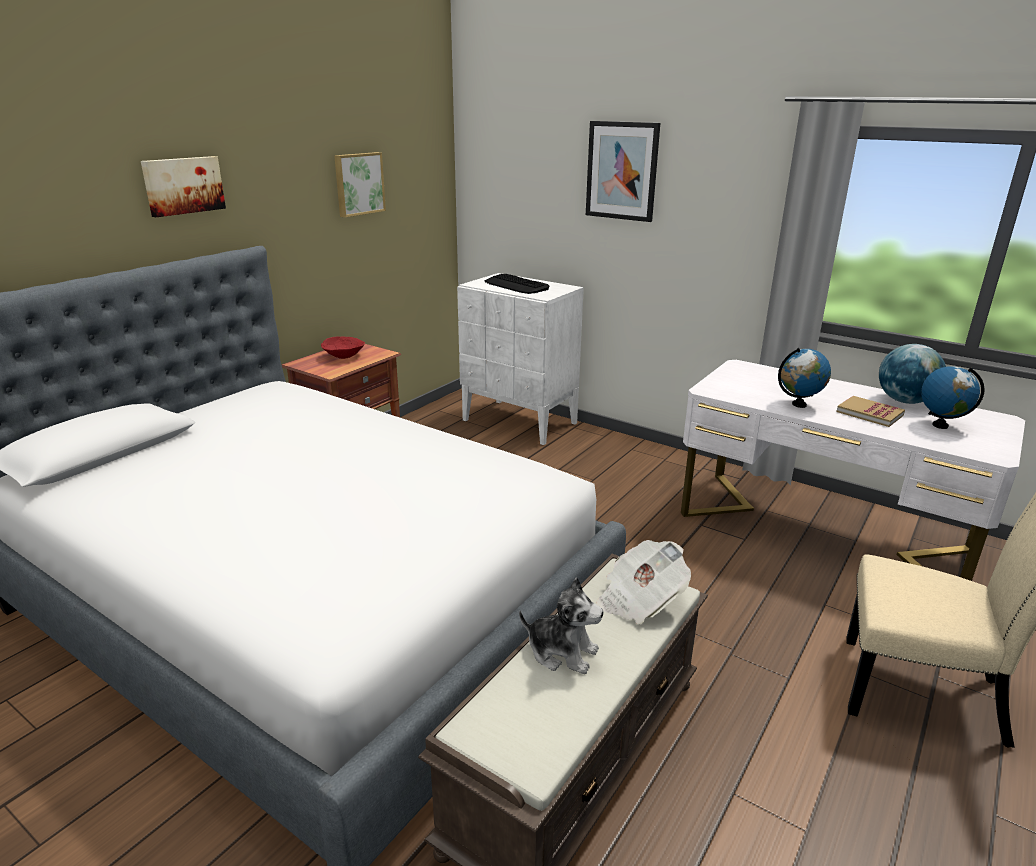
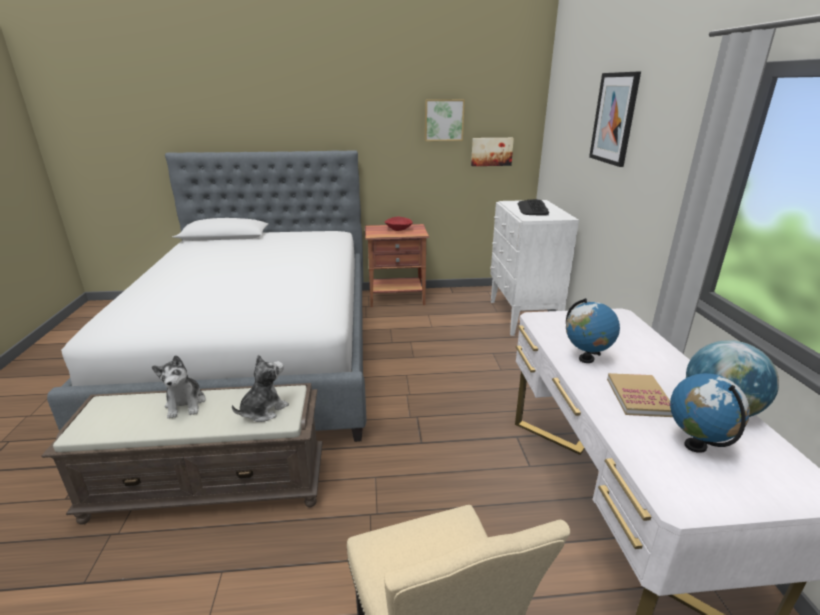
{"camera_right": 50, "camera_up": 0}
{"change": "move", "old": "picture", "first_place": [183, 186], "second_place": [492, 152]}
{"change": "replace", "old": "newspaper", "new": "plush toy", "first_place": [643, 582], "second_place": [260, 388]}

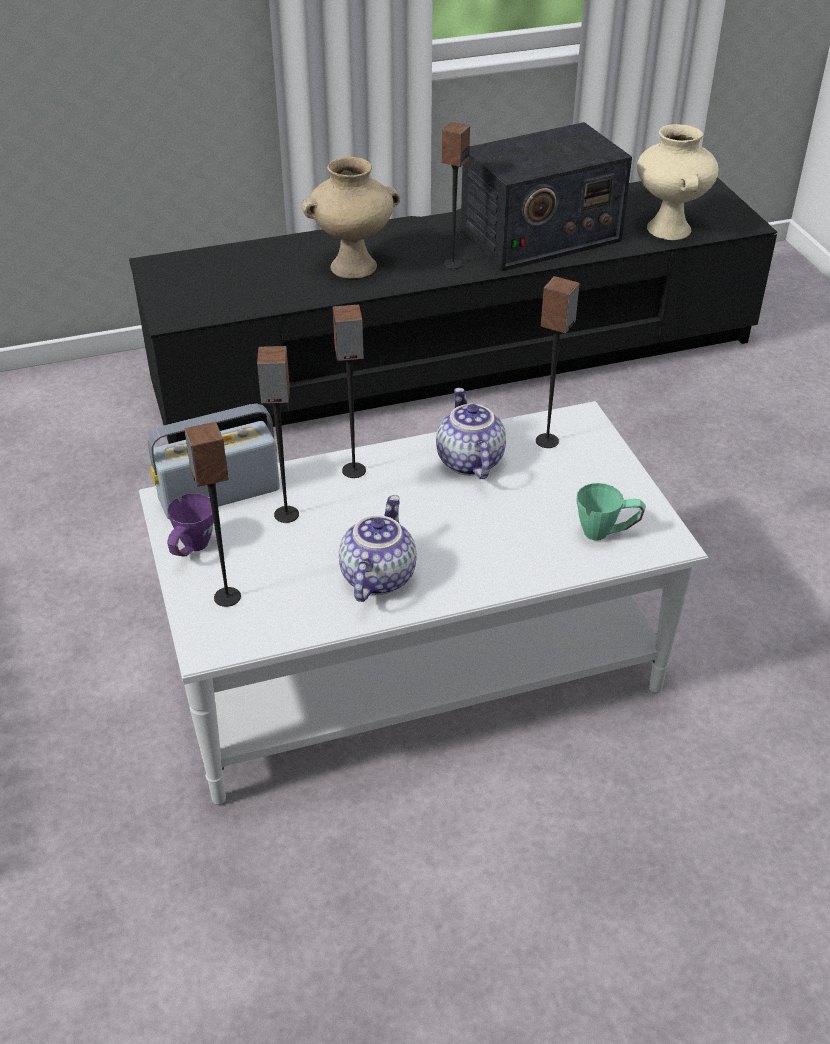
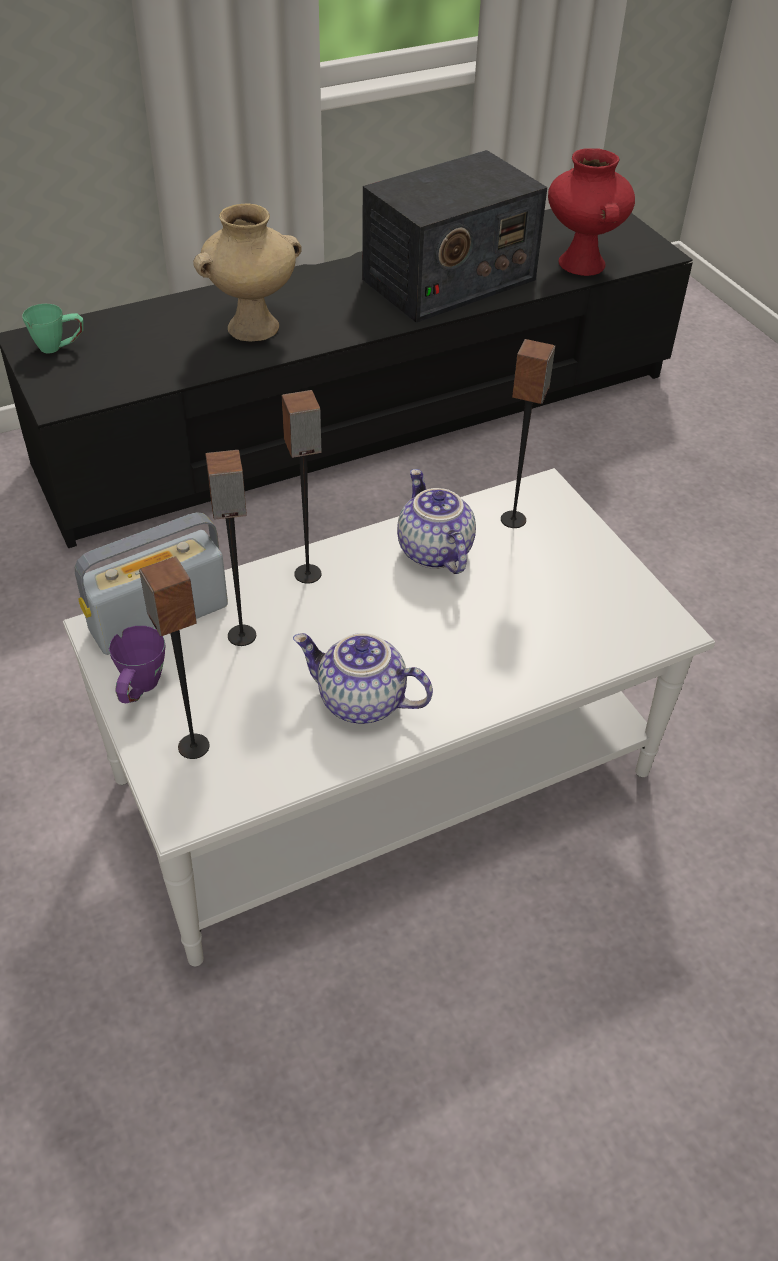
{"camera_right": -10, "camera_up": 5}
{"change": "delete", "old": "speaker", "first_place": [455, 195]}
{"change": "move", "old": "mug (green)", "first_place": [611, 512], "second_place": [52, 329]}
{"change": "recolor", "old": "vase (beige)", "new": "vase (red)", "first_place": [677, 182], "second_place": [591, 212]}
{"change": "rotate", "old": "teapot", "first_place": [378, 548], "second_place": [363, 678], "degrees": -75}

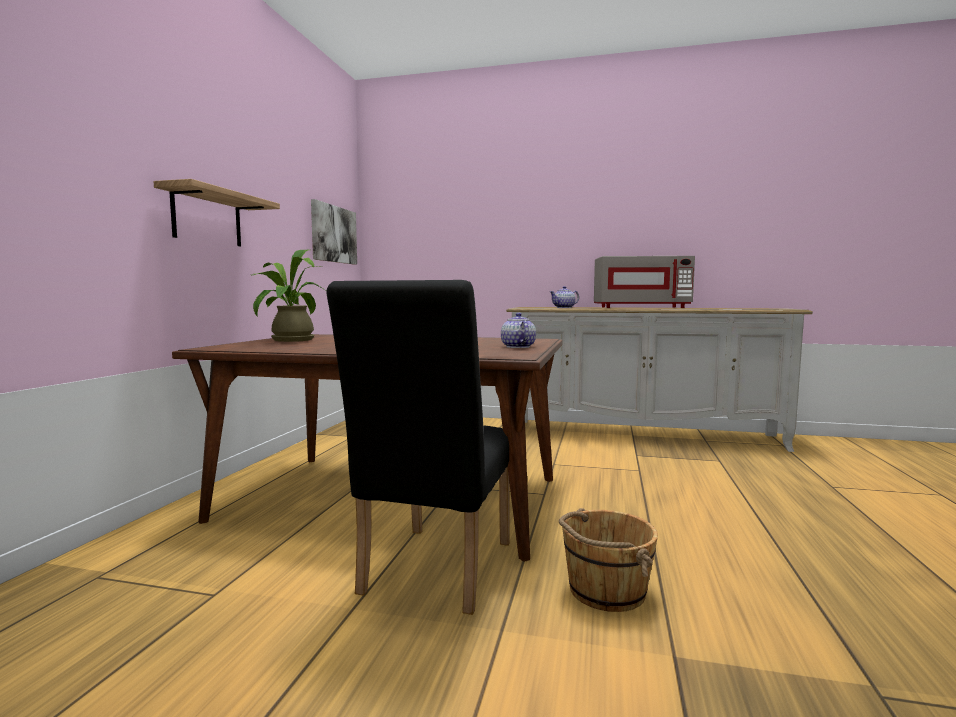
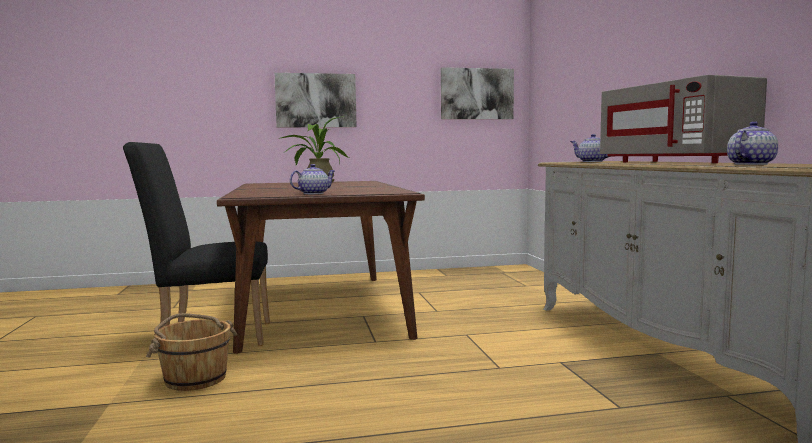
{"camera_right": 65, "camera_up": 0}
{"change": "insert", "new": "teapot", "second_place": [752, 143]}
{"change": "replace", "old": "shelf", "new": "picture", "first_place": [216, 212], "second_place": [315, 100]}

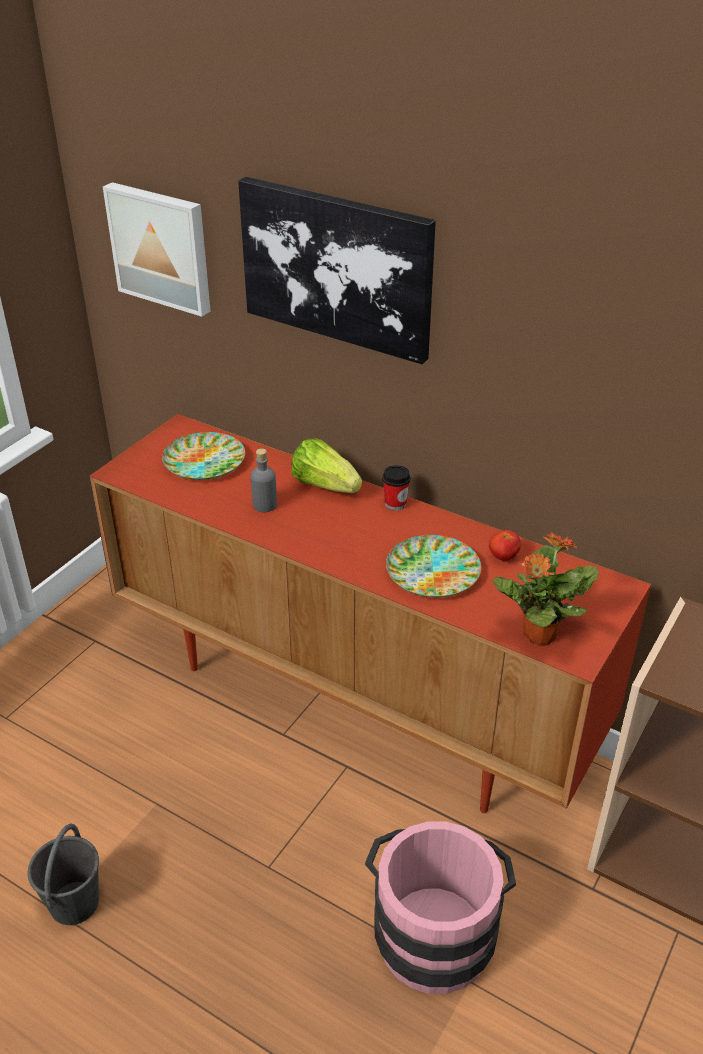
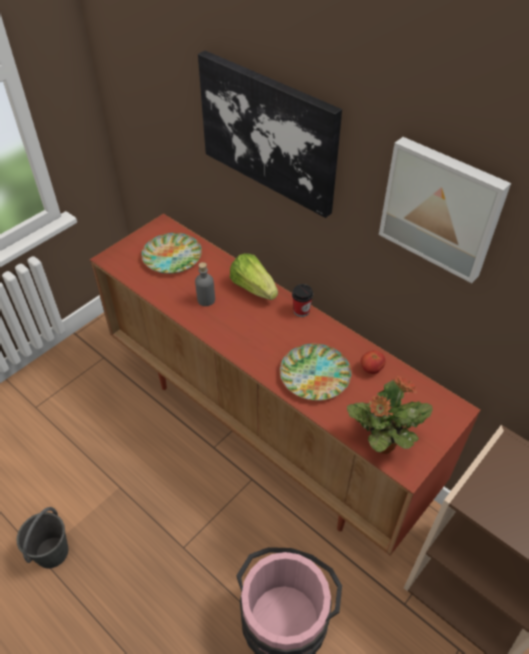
{"camera_right": 10, "camera_up": 10}
{"change": "move", "old": "picture", "first_place": [156, 249], "second_place": [445, 210]}

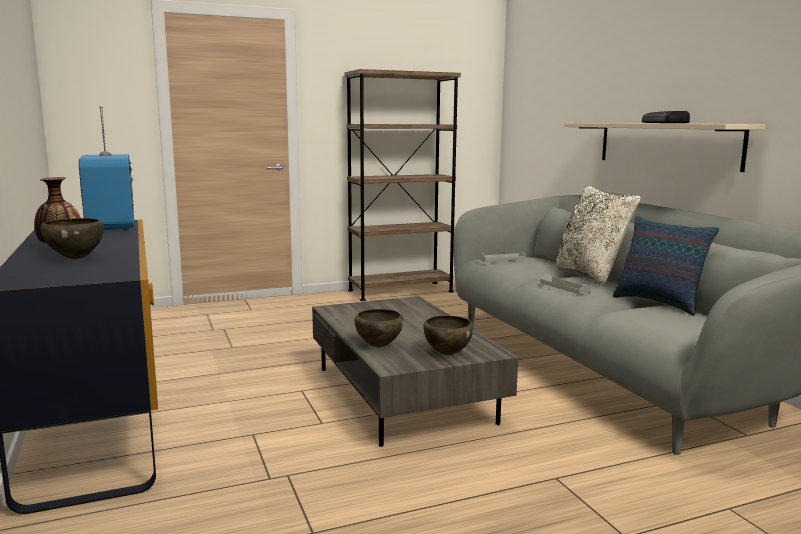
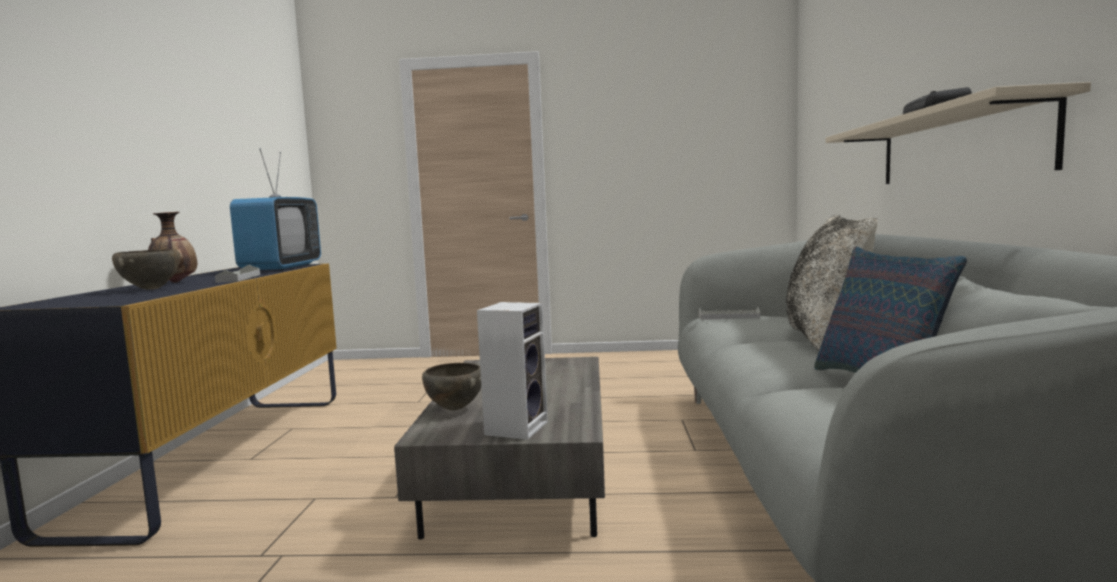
{"camera_right": 25, "camera_up": -5}
{"change": "delete", "old": "bookcase (brown)", "first_place": [402, 185]}
{"change": "move", "old": "tray (grey)", "first_place": [565, 284], "second_place": [237, 274]}
{"change": "replace", "old": "bowl (brown)", "new": "speaker", "first_place": [448, 335], "second_place": [512, 371]}

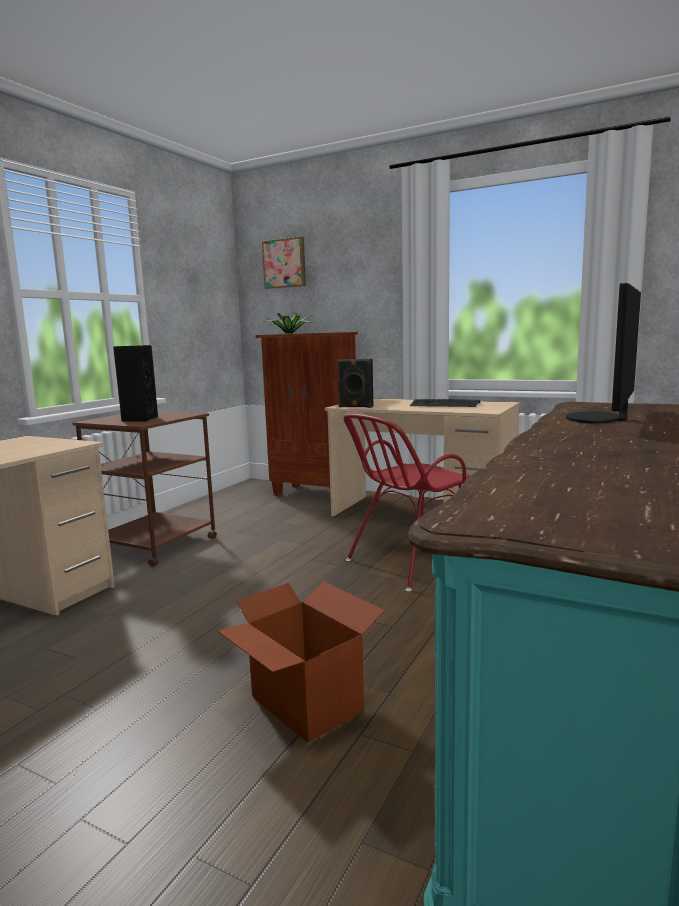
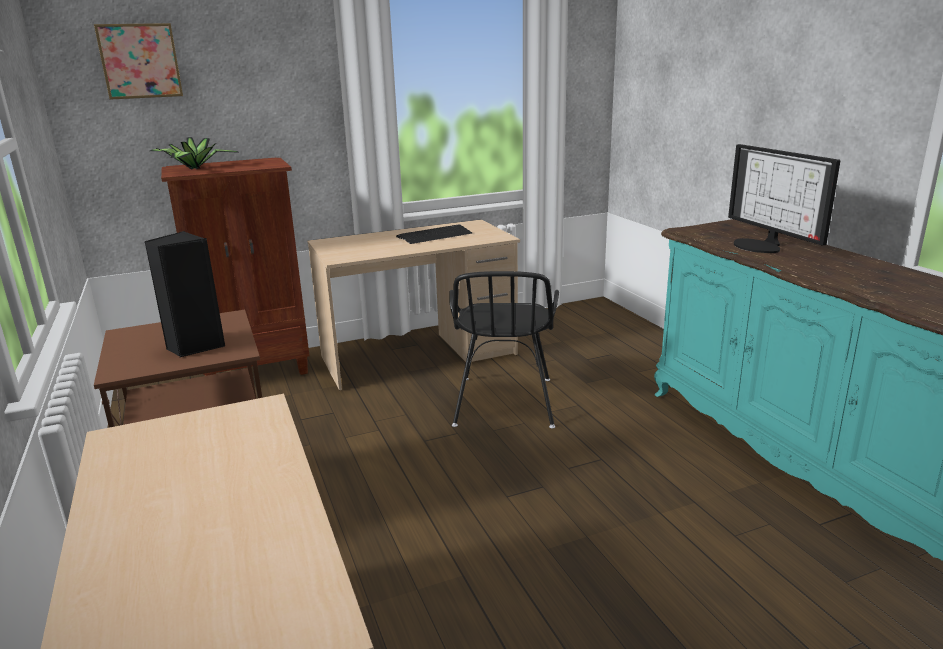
{"camera_right": -50, "camera_up": 10}
{"change": "delete", "old": "cardboard box", "first_place": [301, 662]}
{"change": "delete", "old": "speaker (black)", "first_place": [355, 383]}
{"change": "recolor", "old": "chair (red)", "new": "chair (black)", "first_place": [406, 503], "second_place": [504, 350]}

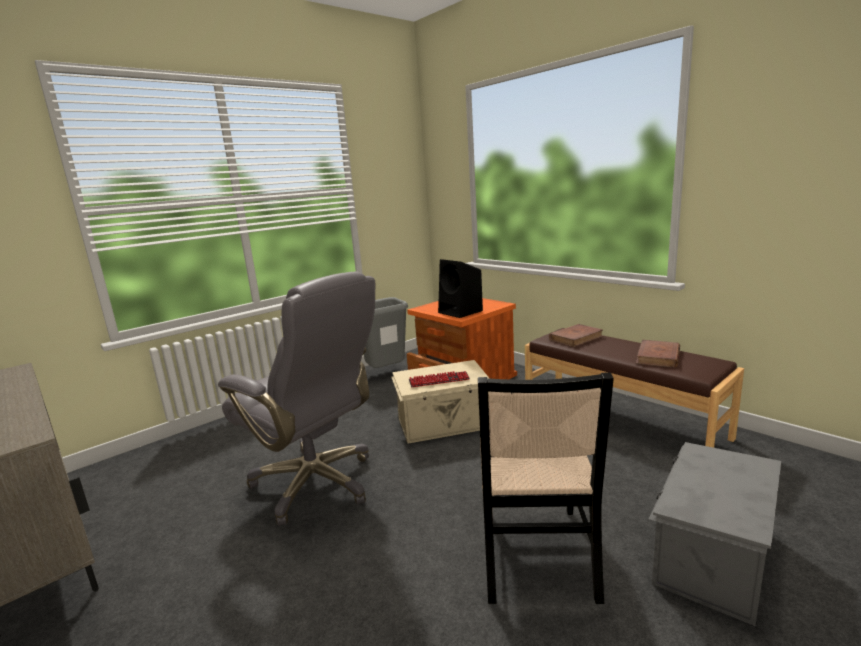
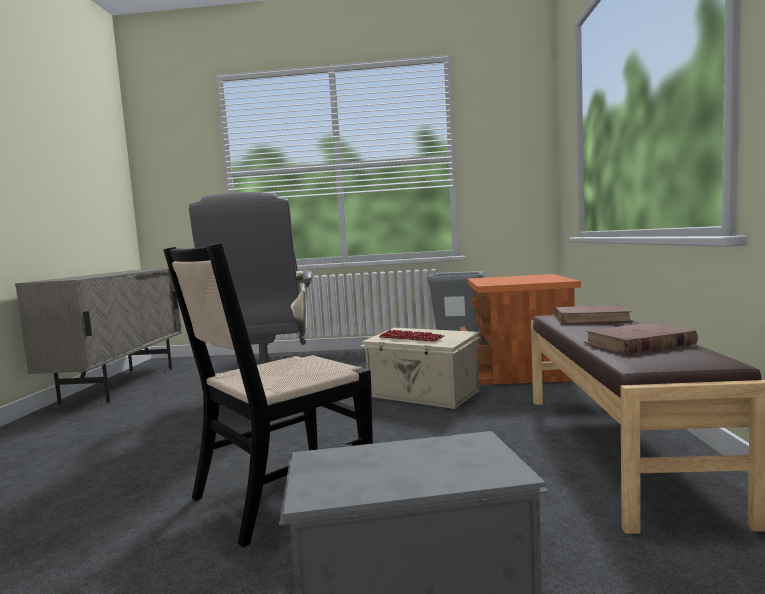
{"camera_right": 45, "camera_up": -10}
{"change": "delete", "old": "speaker (black)", "first_place": [460, 288]}

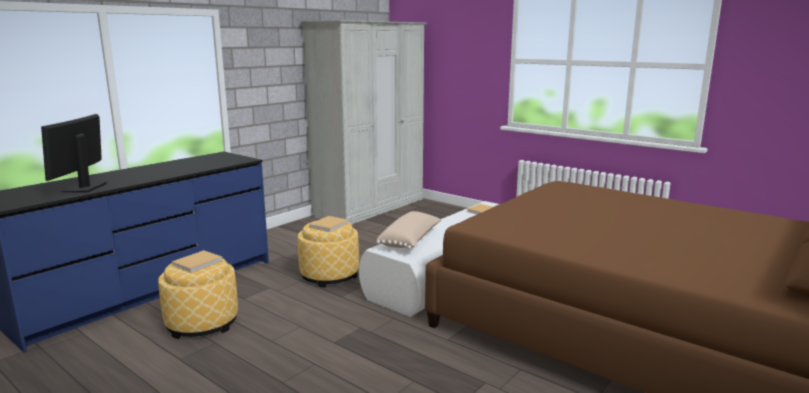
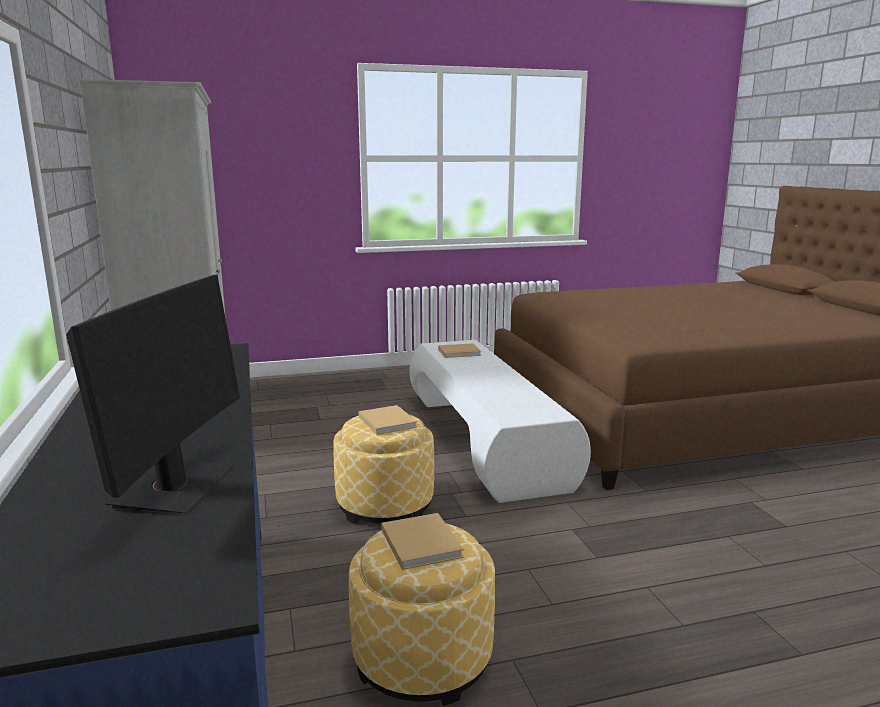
{"camera_right": -55, "camera_up": 0}
{"change": "delete", "old": "pillow (beige)", "first_place": [408, 230]}
{"change": "rotate", "old": "monitor", "first_place": [74, 153], "second_place": [153, 394], "degrees": -120}

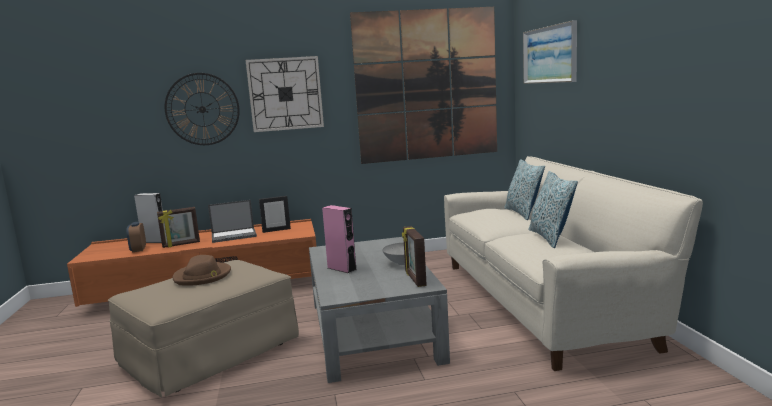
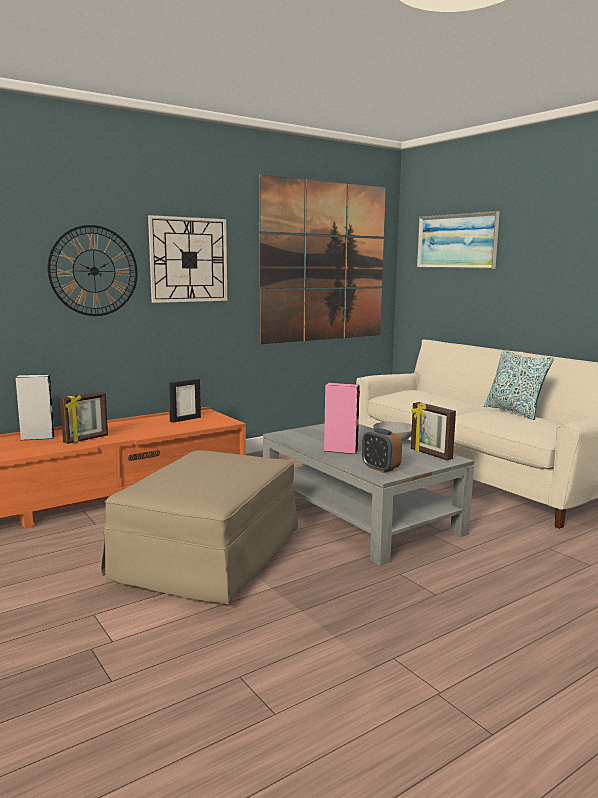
{"camera_right": -25, "camera_up": 0}
{"change": "delete", "old": "hat (brown)", "first_place": [202, 270]}
{"change": "delete", "old": "laptop", "first_place": [232, 221]}
{"change": "delete", "old": "pillow", "first_place": [524, 189]}
{"change": "move", "old": "alarm clock", "first_place": [136, 237], "second_place": [382, 450]}

